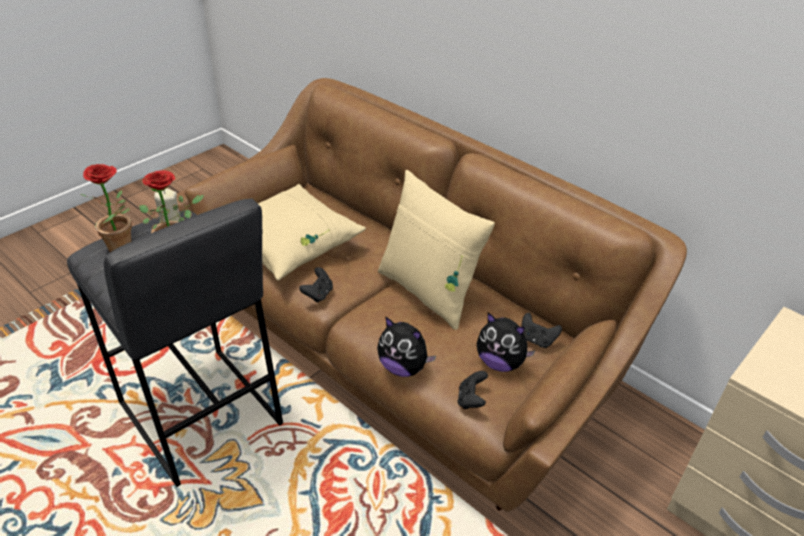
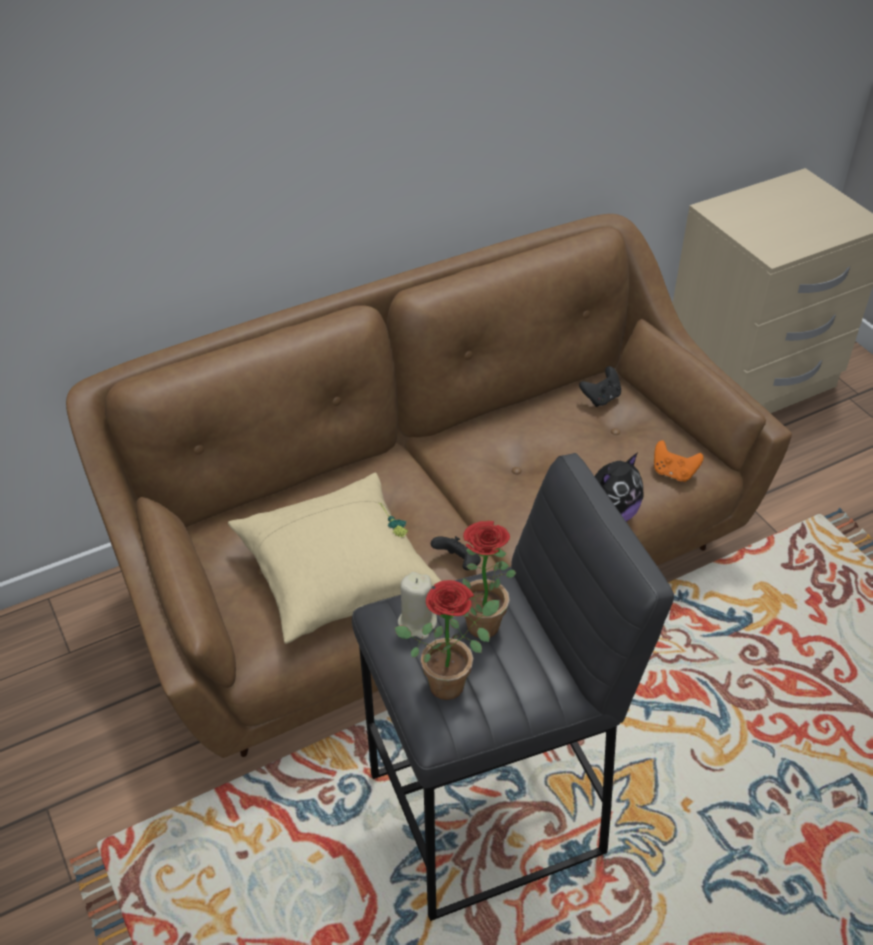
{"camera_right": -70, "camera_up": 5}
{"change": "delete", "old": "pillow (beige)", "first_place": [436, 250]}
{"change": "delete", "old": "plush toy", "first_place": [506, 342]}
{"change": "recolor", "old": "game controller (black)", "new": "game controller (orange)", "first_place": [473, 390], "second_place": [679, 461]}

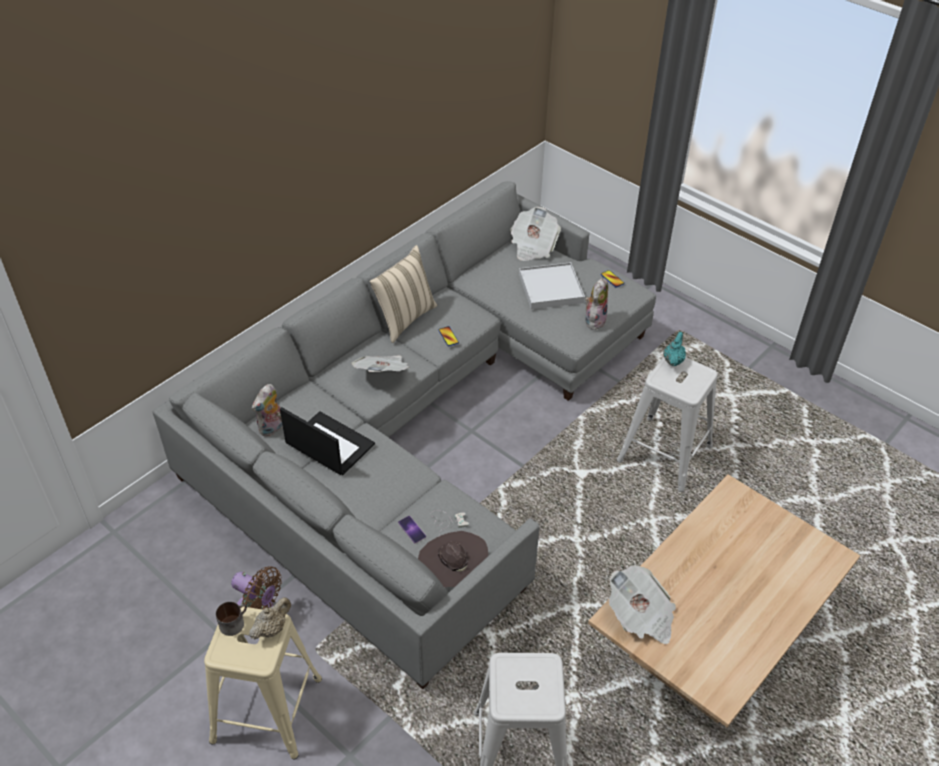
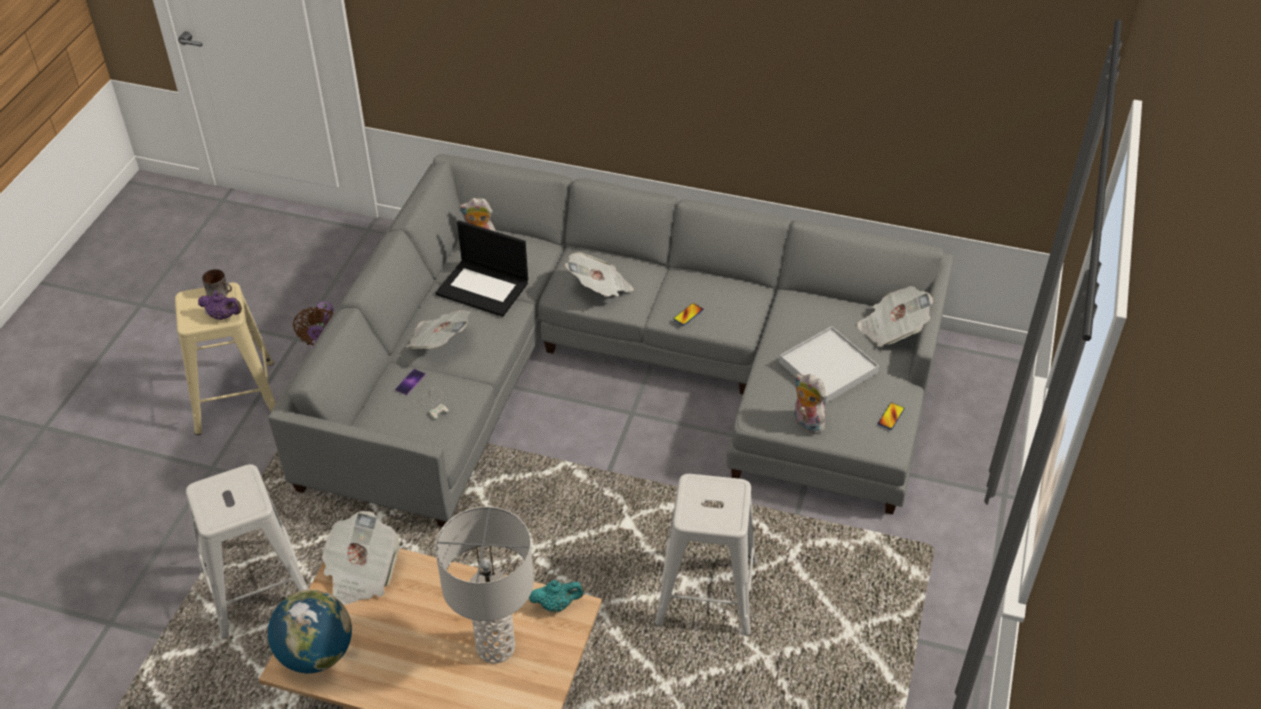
{"camera_right": 65, "camera_up": 0}
{"change": "delete", "old": "pillow (beige)", "first_place": [404, 294]}
{"change": "delete", "old": "hat (brown)", "first_place": [453, 559]}
{"change": "insert", "new": "globe", "second_place": [310, 631]}
{"change": "insert", "new": "newspaper", "second_place": [438, 329]}
{"change": "insert", "new": "table lamp (white)", "second_place": [484, 584]}
{"change": "move", "old": "teapot (turquoise)", "first_place": [674, 349], "second_place": [556, 596]}
{"change": "recolor", "old": "teapot (beige)", "new": "teapot (purple)", "first_place": [270, 618], "second_place": [220, 305]}
{"change": "rotate", "old": "laptop", "first_place": [327, 441], "second_place": [482, 268], "degrees": 105}
{"change": "rotate", "old": "plush toy", "first_place": [596, 304], "second_place": [810, 404], "degrees": -135}

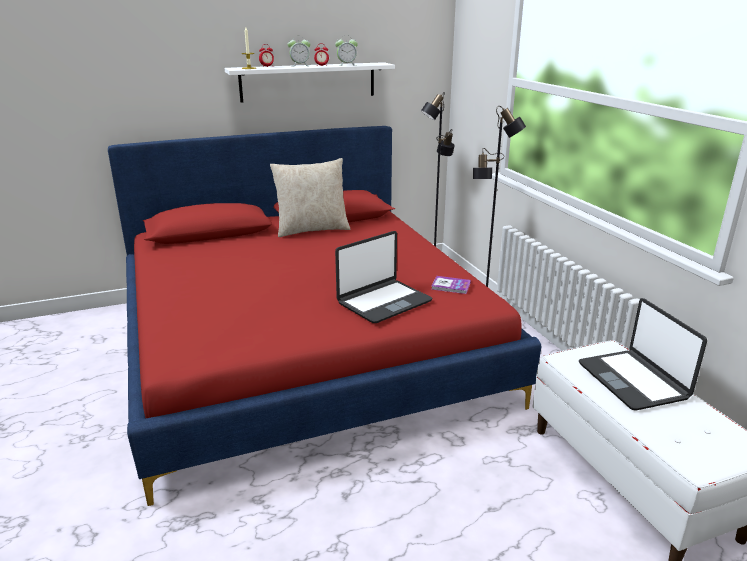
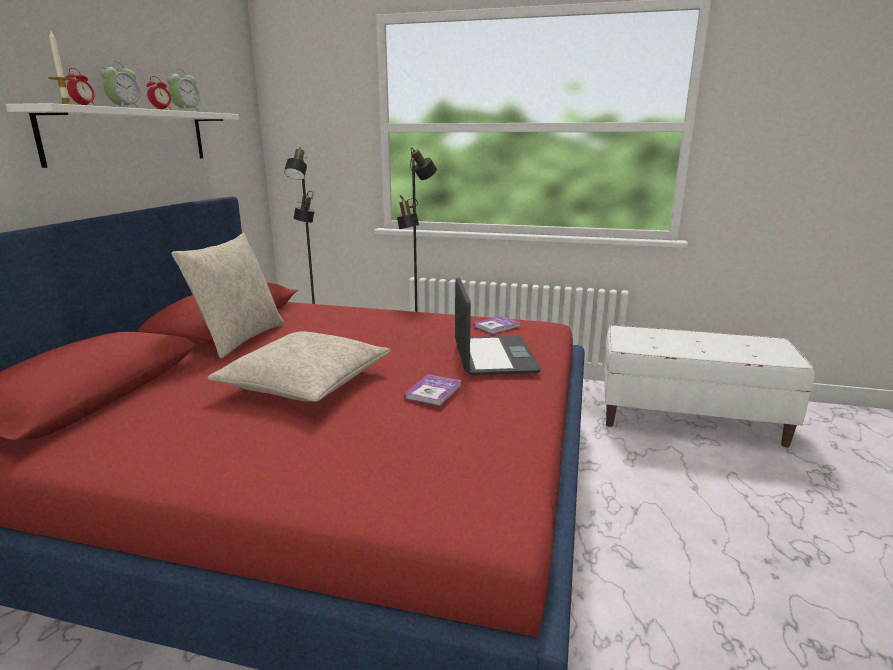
{"camera_right": -55, "camera_up": -5}
{"change": "delete", "old": "laptop", "first_place": [643, 354]}
{"change": "insert", "new": "pillow (beige)", "second_place": [299, 367]}
{"change": "insert", "new": "book", "second_place": [432, 390]}

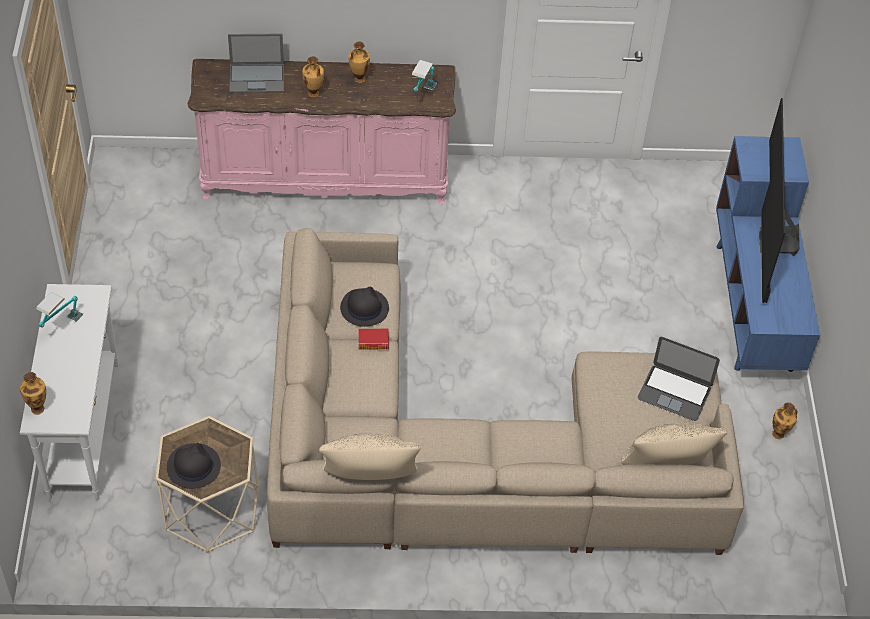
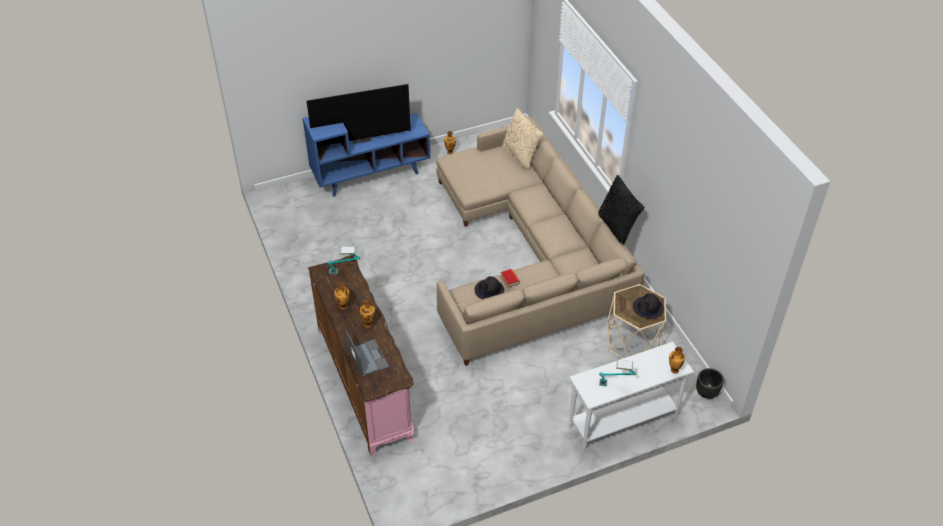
{"camera_right": -110, "camera_up": -5}
{"change": "delete", "old": "laptop", "first_place": [679, 379]}
{"change": "insert", "new": "planter (black)", "second_place": [710, 383]}
{"change": "recolor", "old": "pillow (beige)", "new": "pillow (black)", "first_place": [369, 457], "second_place": [621, 209]}

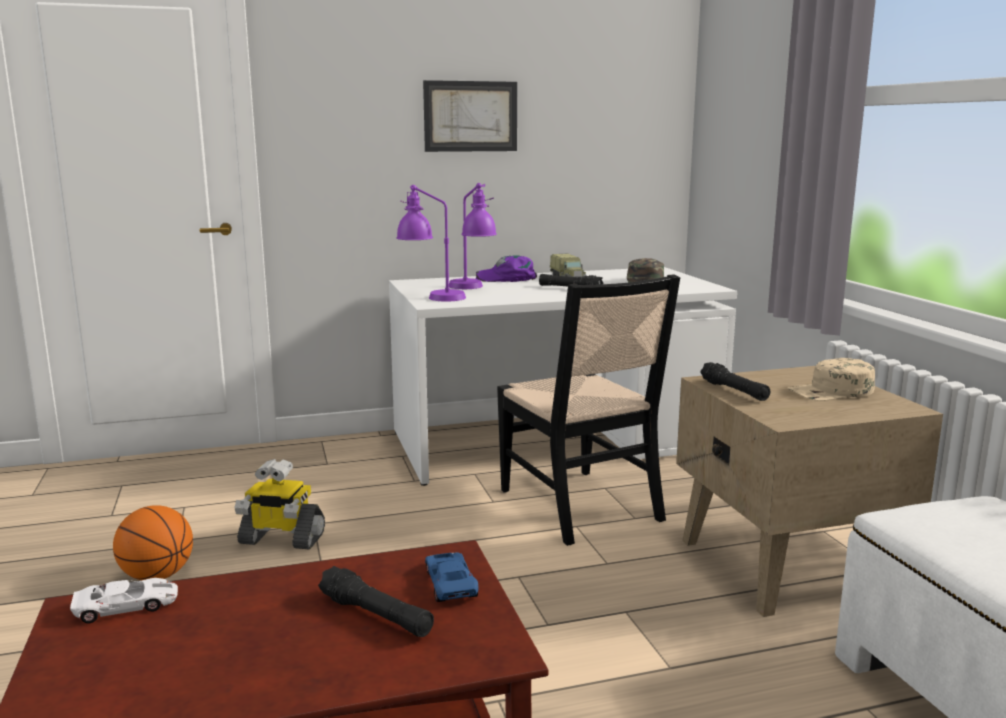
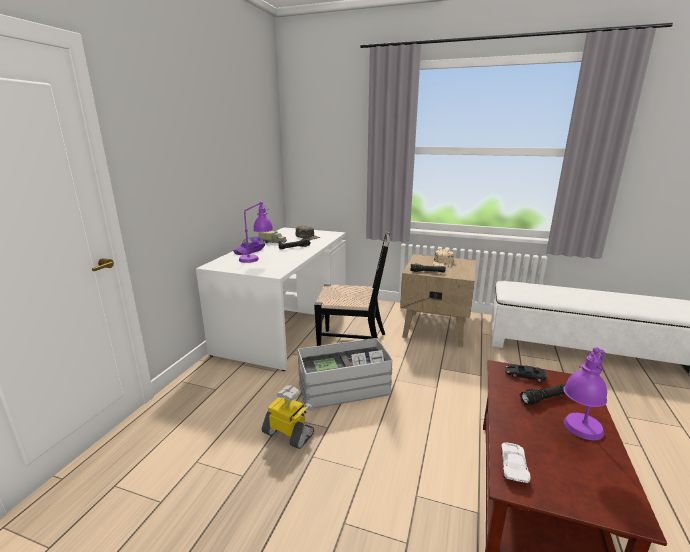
{"camera_right": -55, "camera_up": 5}
{"change": "delete", "old": "basketball", "first_place": [153, 542]}
{"change": "delete", "old": "picture", "first_place": [470, 116]}
{"change": "insert", "new": "storage box (grey)", "second_place": [345, 374]}
{"change": "move", "old": "table lamp (purple)", "first_place": [431, 243], "second_place": [585, 393]}
{"change": "recolor", "old": "toy car (blue)", "new": "toy car (black)", "first_place": [451, 577], "second_place": [526, 373]}
{"change": "rotate", "old": "toy robot", "first_place": [279, 504], "second_place": [288, 417], "degrees": -105}

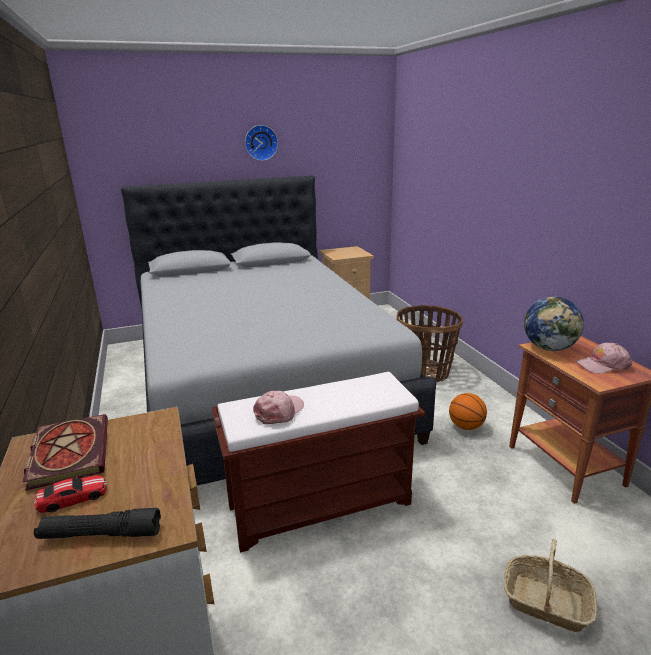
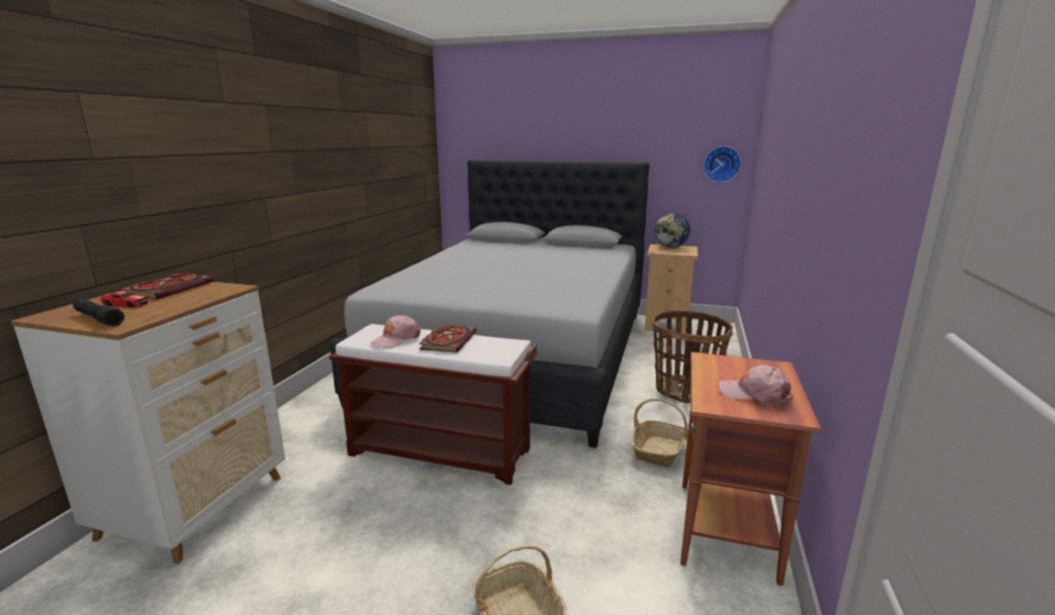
{"camera_right": 35, "camera_up": -5}
{"change": "insert", "new": "book", "second_place": [448, 339]}
{"change": "move", "old": "wall clock", "first_place": [261, 143], "second_place": [722, 164]}
{"change": "move", "old": "globe", "first_place": [554, 323], "second_place": [672, 230]}
{"change": "replace", "old": "basketball", "new": "basket", "first_place": [468, 411], "second_place": [660, 432]}
{"change": "rotate", "old": "cap (pink)", "first_place": [278, 408], "second_place": [396, 331], "degrees": 150}

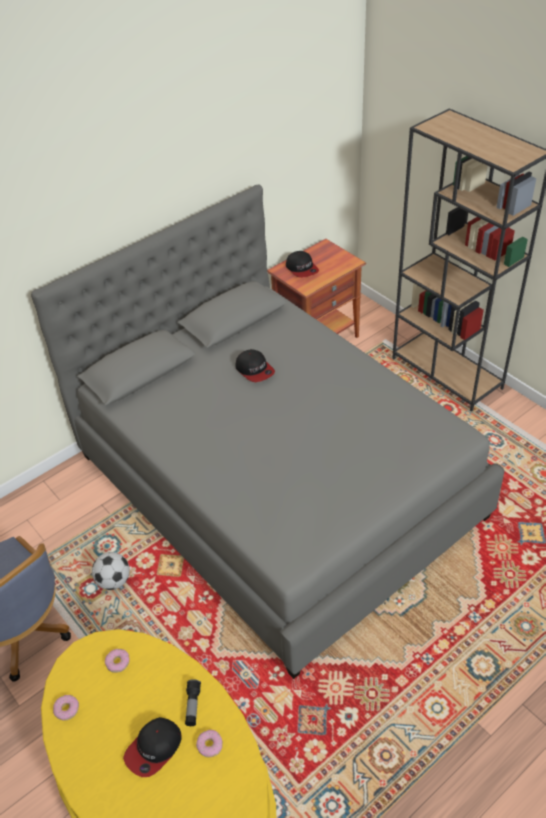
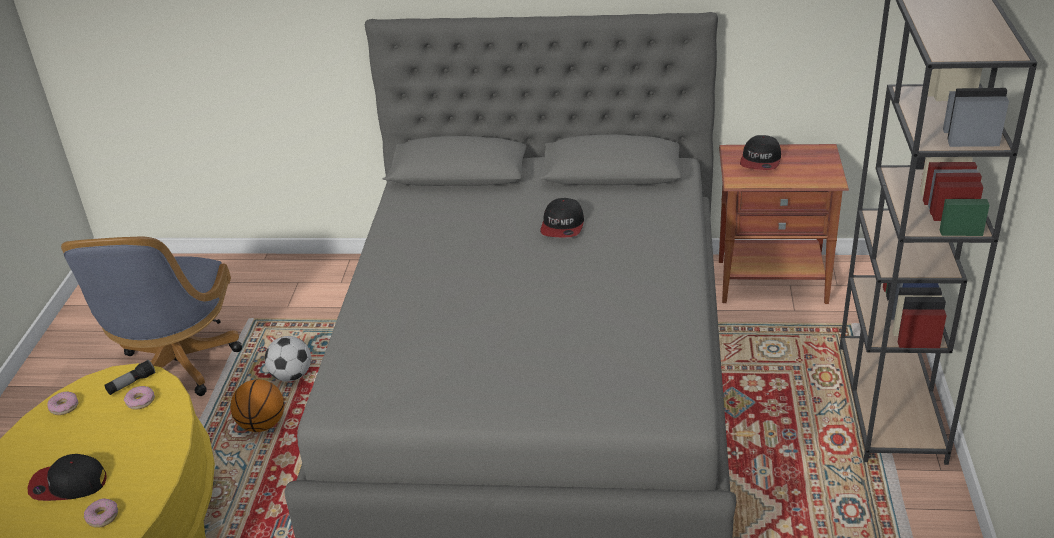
{"camera_right": 45, "camera_up": -10}
{"change": "insert", "new": "basketball", "second_place": [257, 405]}
{"change": "move", "old": "flashlight", "first_place": [193, 702], "second_place": [129, 377]}

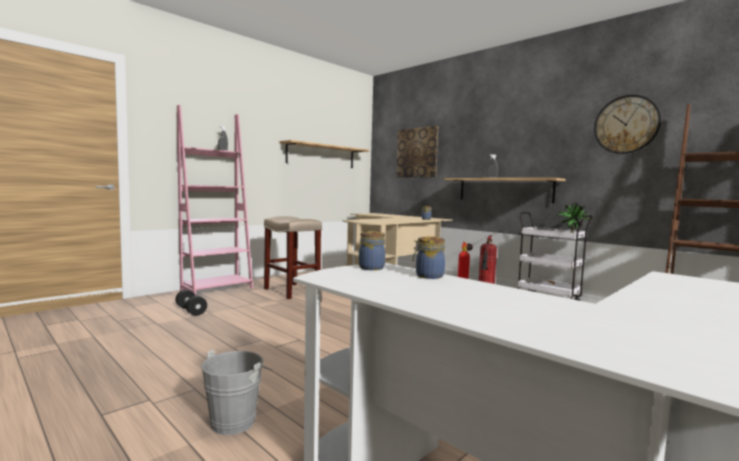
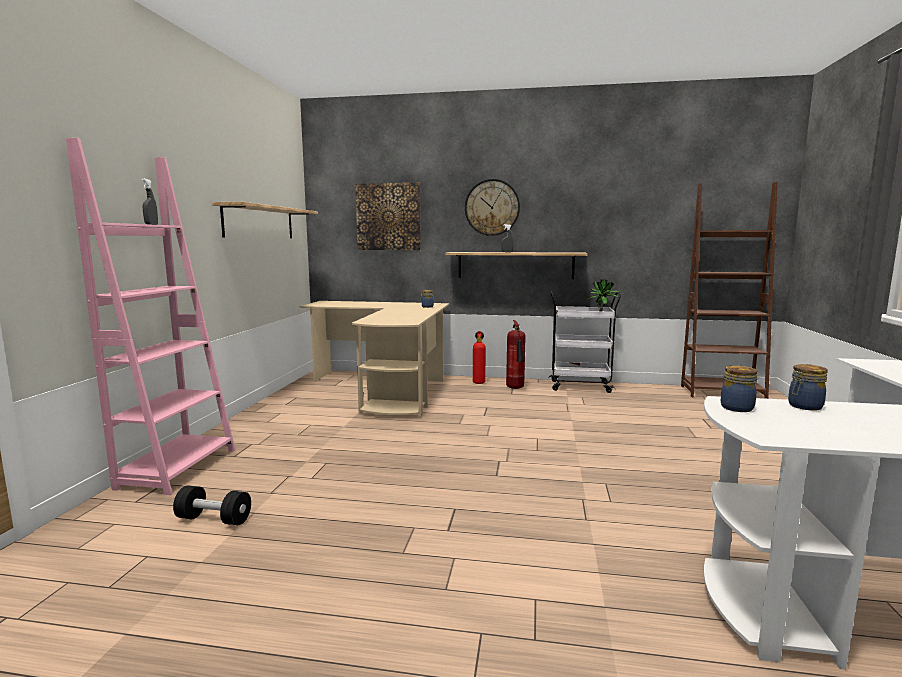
{"camera_right": -35, "camera_up": 5}
{"change": "delete", "old": "bucket (grey)", "first_place": [236, 392]}
{"change": "delete", "old": "stool (beige)", "first_place": [293, 257]}
{"change": "move", "old": "wall clock", "first_place": [627, 124], "second_place": [492, 207]}

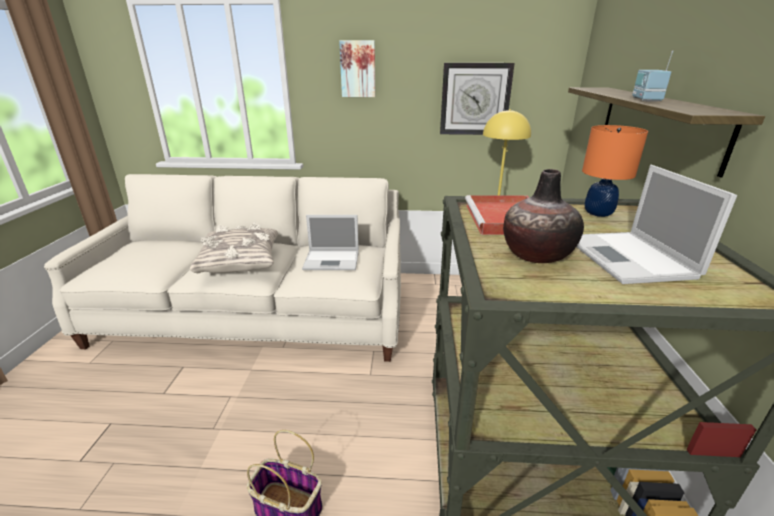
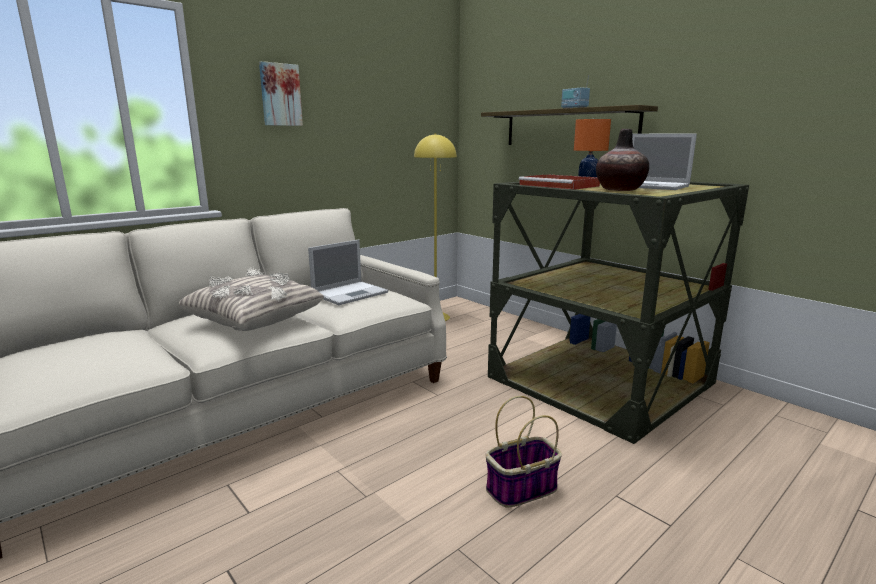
{"camera_right": -45, "camera_up": -10}
{"change": "delete", "old": "wall clock", "first_place": [477, 99]}

